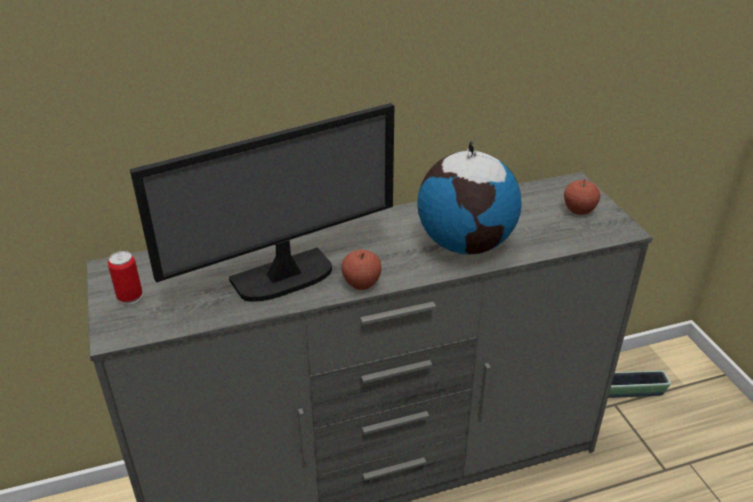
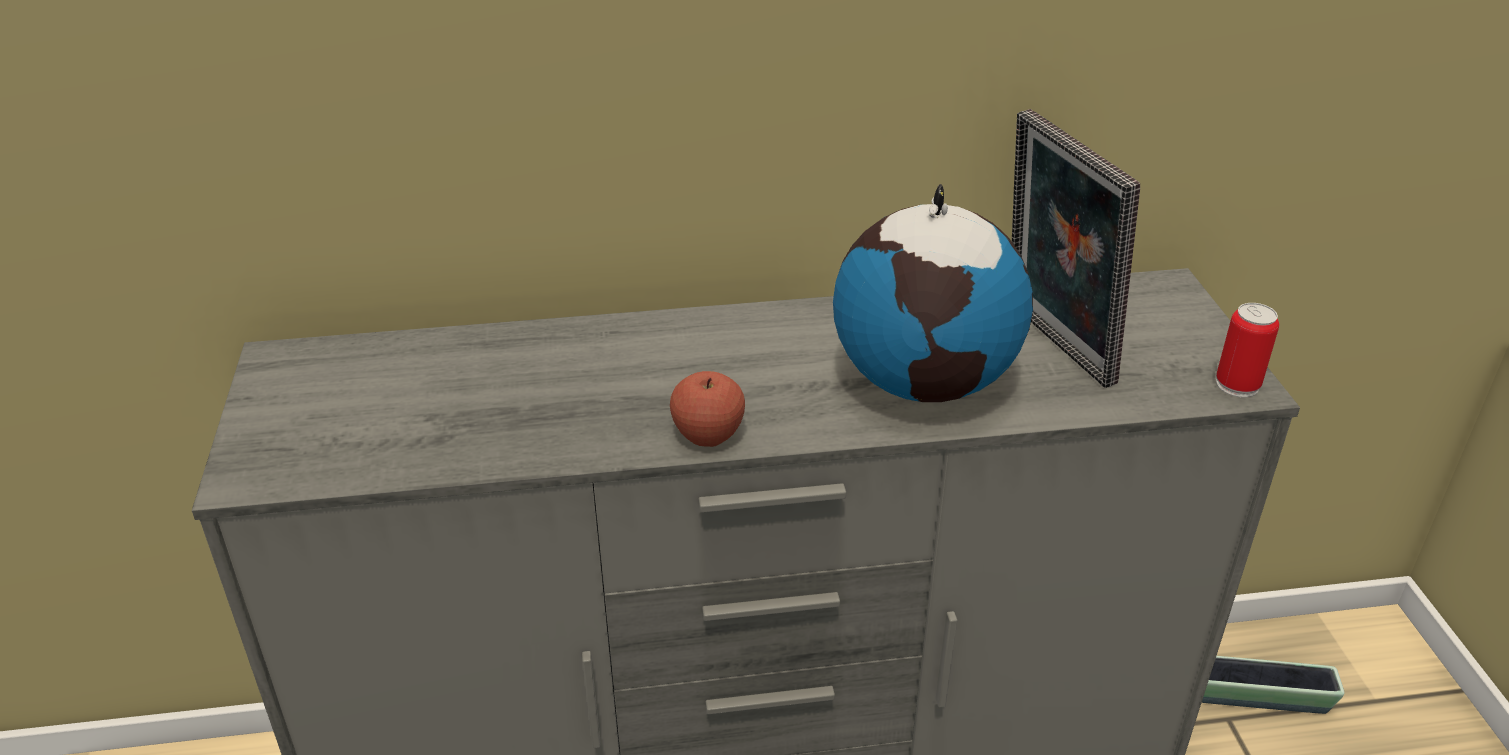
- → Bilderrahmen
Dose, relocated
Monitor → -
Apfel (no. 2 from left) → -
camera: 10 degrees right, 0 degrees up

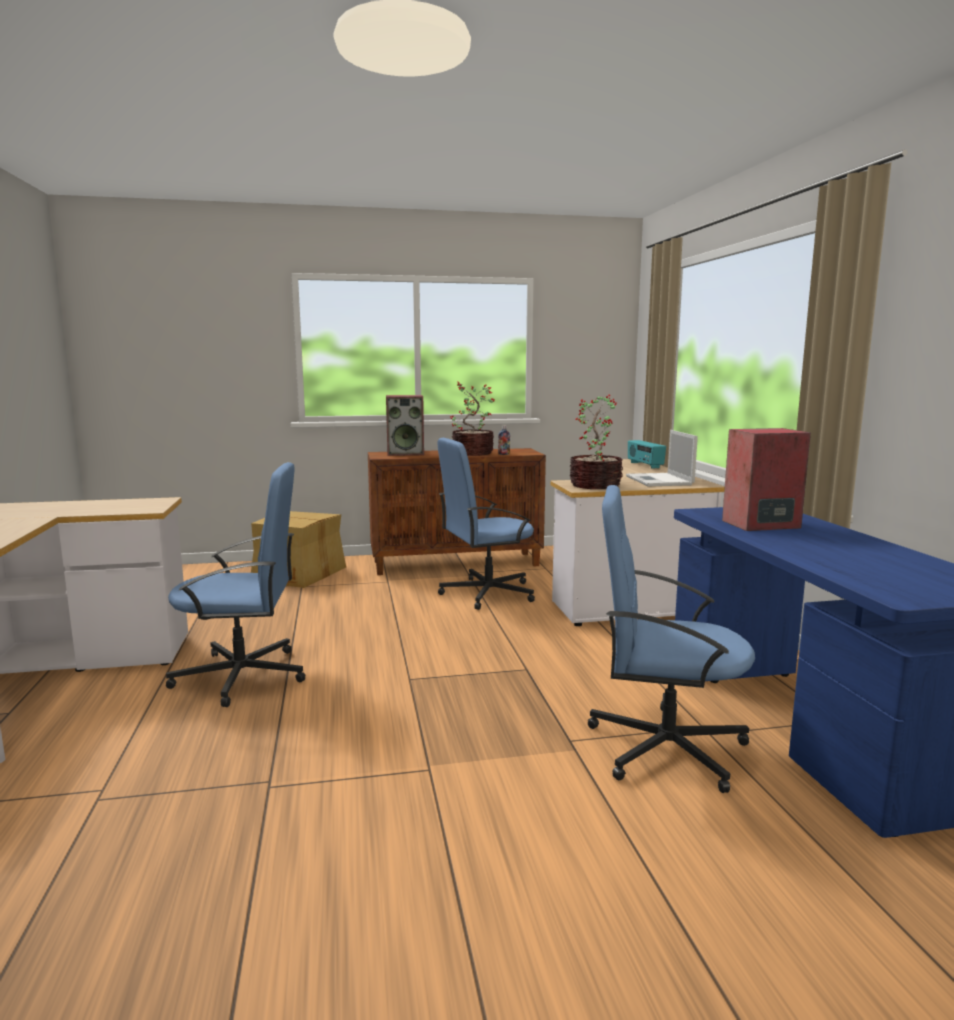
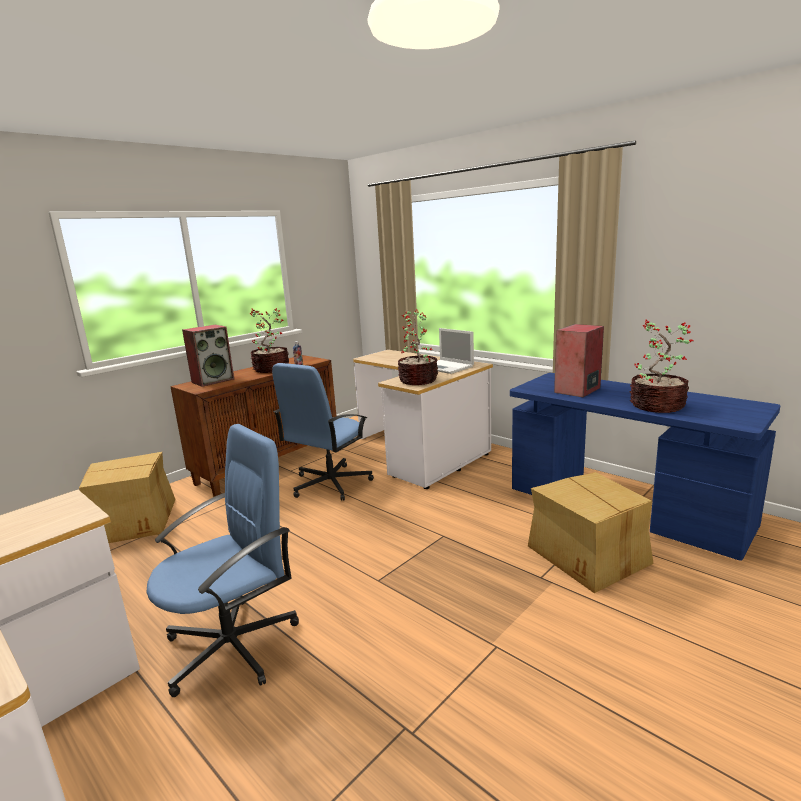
Bürostuhl/blau (no. 3 from left) → Karton (no. 2 from left)
- → Topfpflanze (no. 3 from left)
Radio → -
camera: 35 degrees left, 5 degrees up

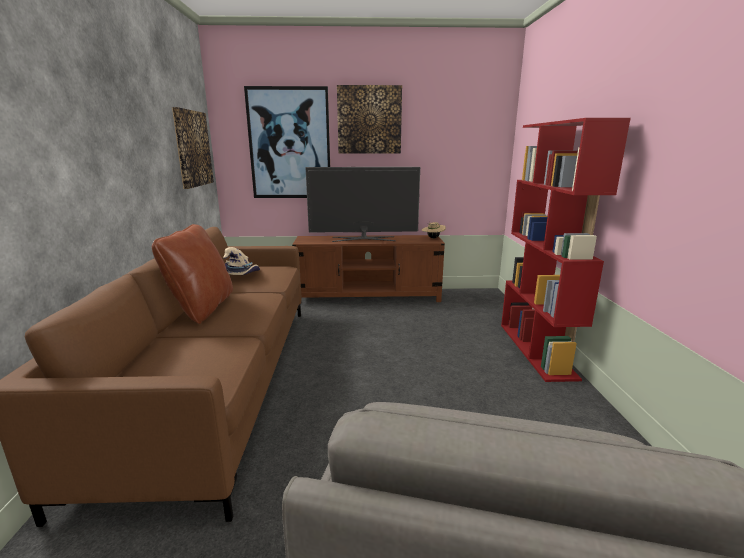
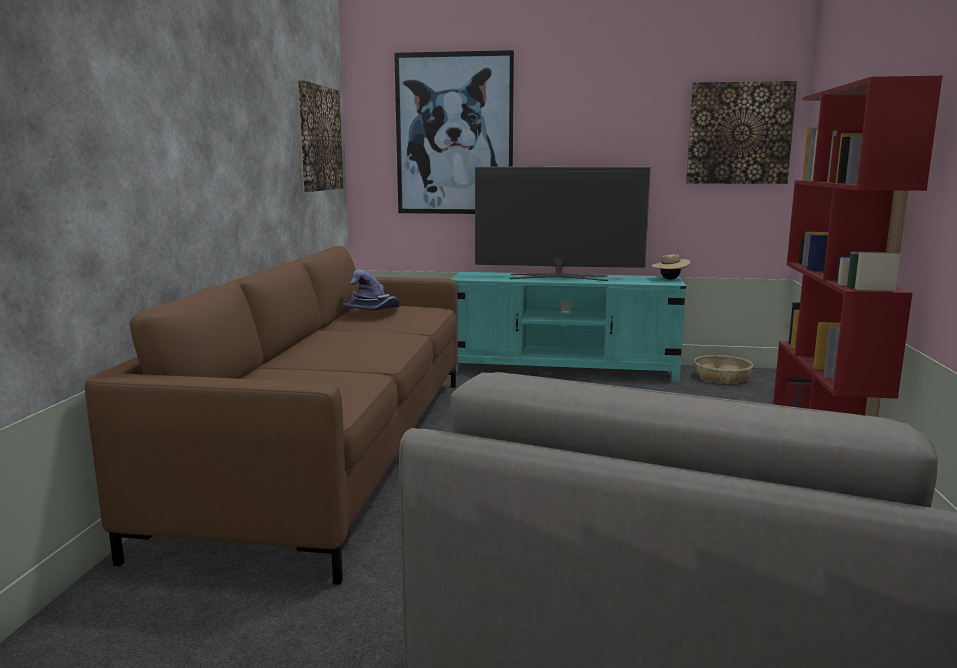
Hut/beige (no. 1 from left) → Hut/lila
Fernsehschrank/braun → Fernsehschrank/türkis
Bild (no. 3 from left), relocated
- → Korb
Kissen/braun → -
camera: 10 degrees right, 5 degrees down

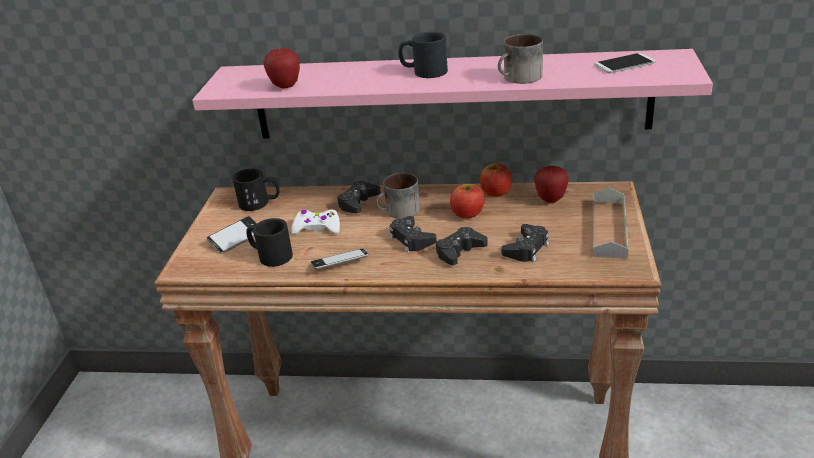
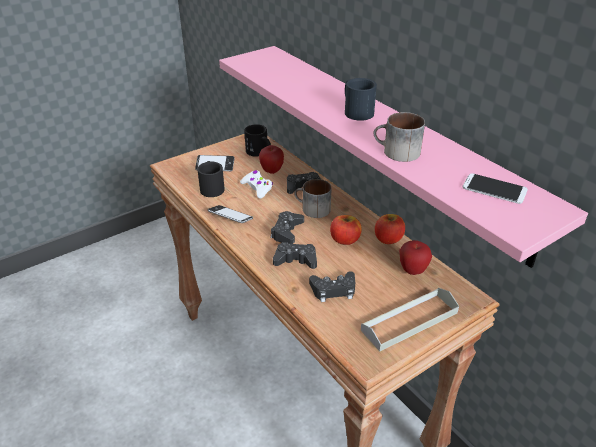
Apfel (no. 1 from left), relocated
camera: 45 degrees right, 5 degrees up

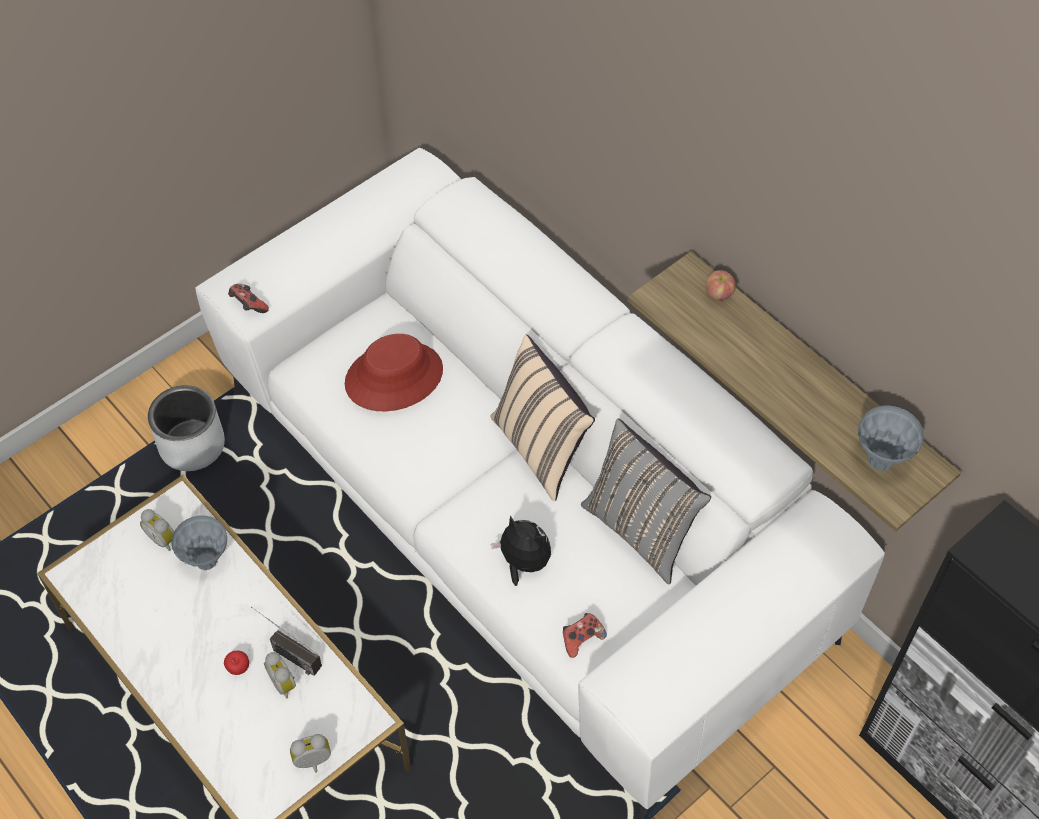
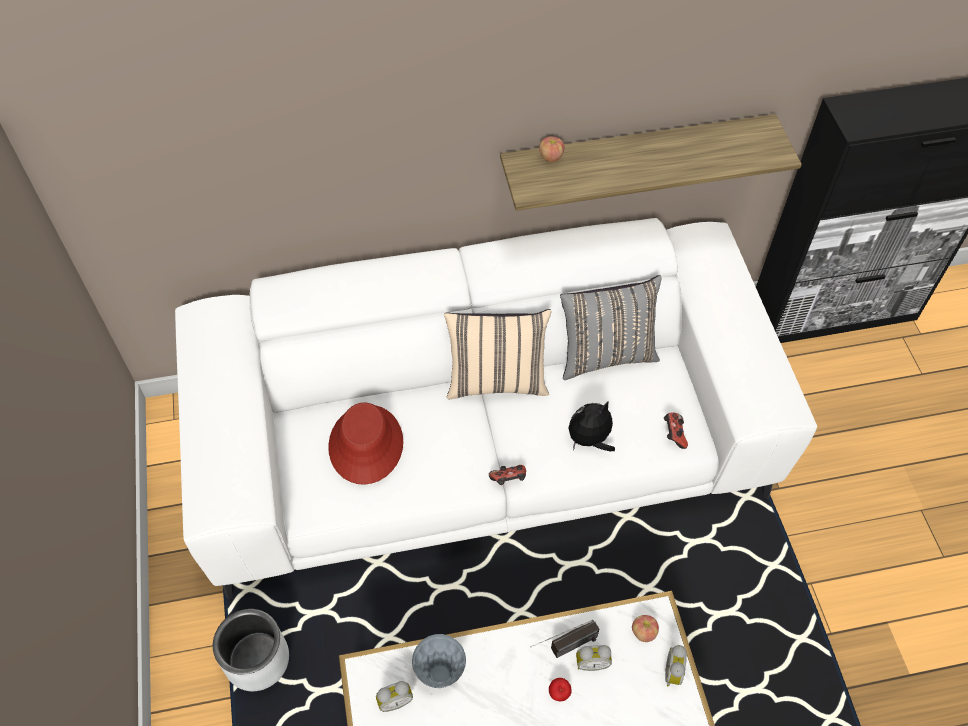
Gamepad (no. 1 from left), relocated
- → Apfel (no. 3 from left)
Vase/grau (no. 2 from left) → -
camera: 60 degrees left, 0 degrees up

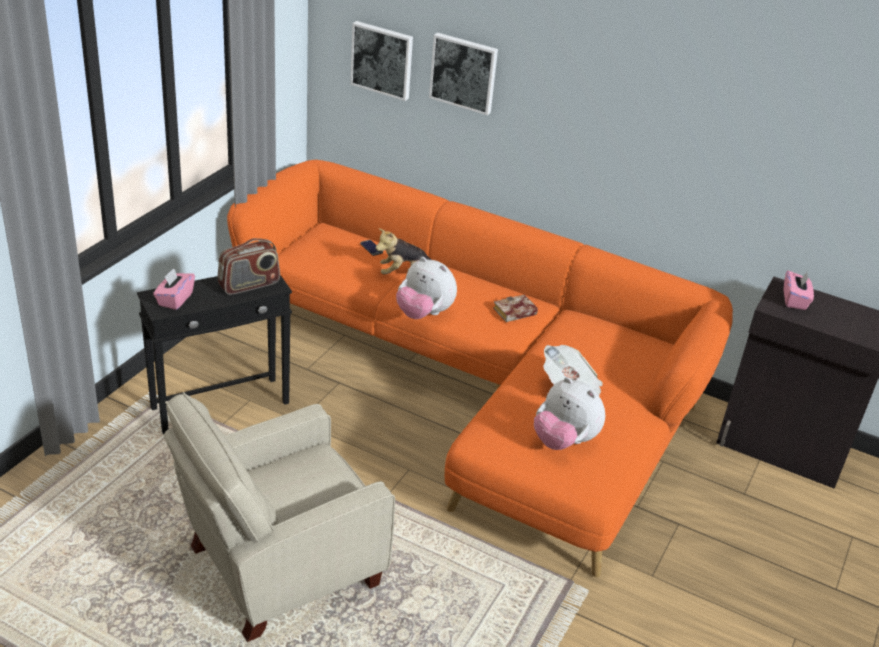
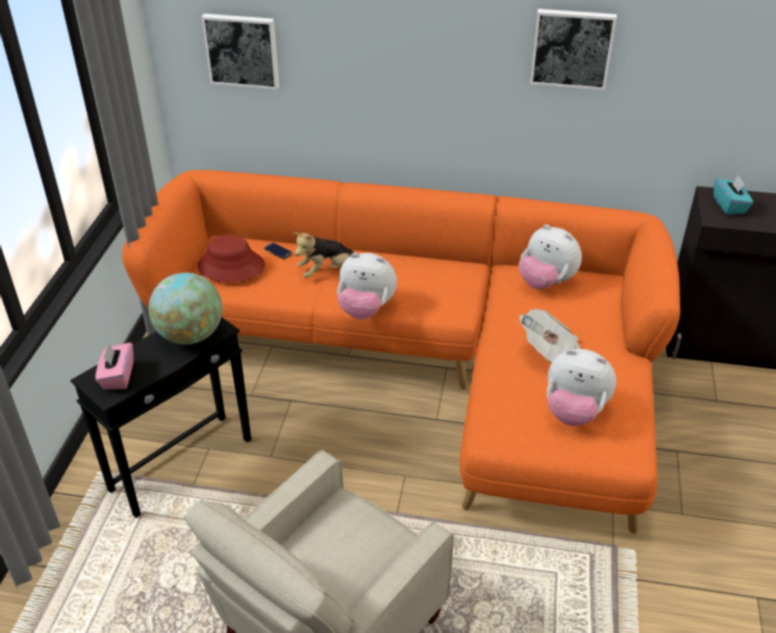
Radio → Globus
- → Hut/rot
- → Plüschtier (no. 3 from left)
Bild (no. 2 from left), relocated
Taschentuchbox/rosa (no. 2 from left) → Taschentuchbox/türkis
Buch → -
camera: 15 degrees left, 5 degrees up

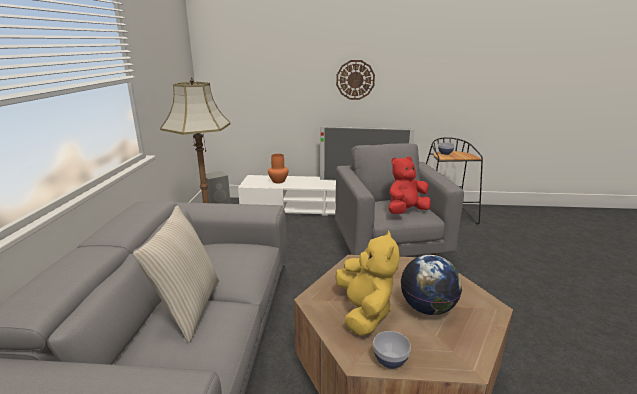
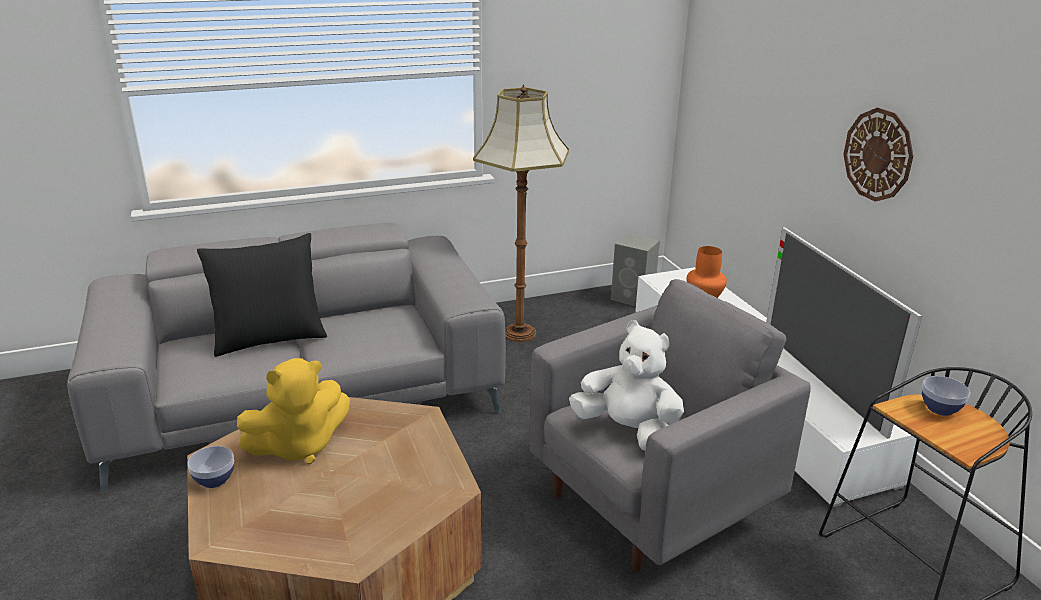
Kissen/beige → Kissen/schwarz
Plüschtier/rot → Plüschtier/weiß
Globus → -
camera: 65 degrees right, 5 degrees up

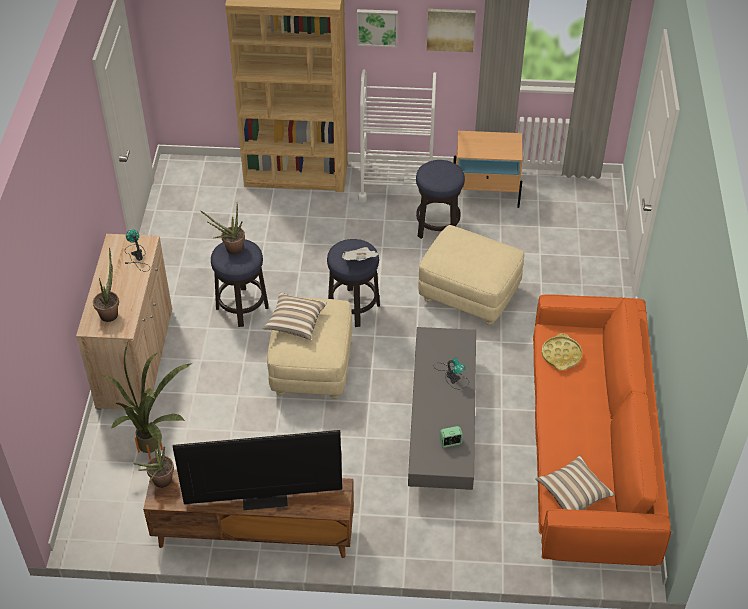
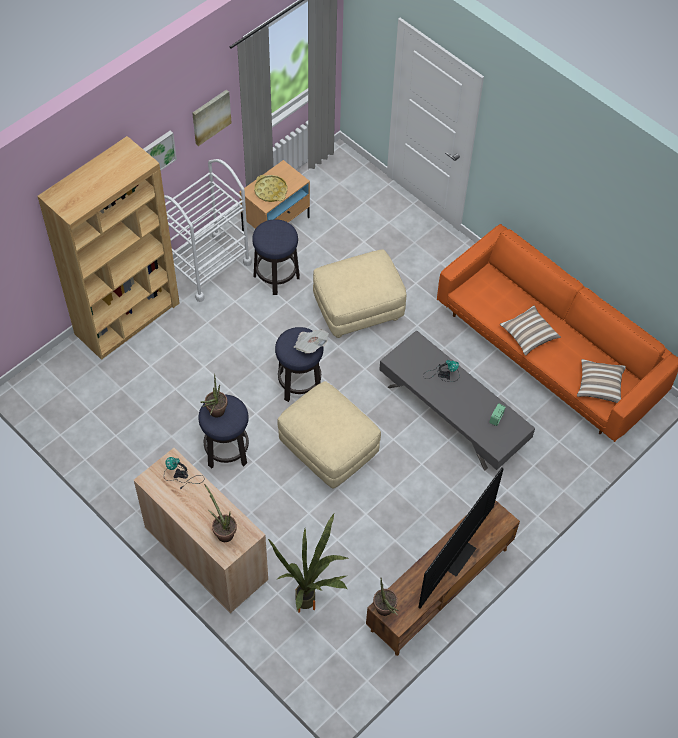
Tablett/gelb, relocated
Kissen (no. 1 from left), relocated
camera: 50 degrees left, 10 degrees up

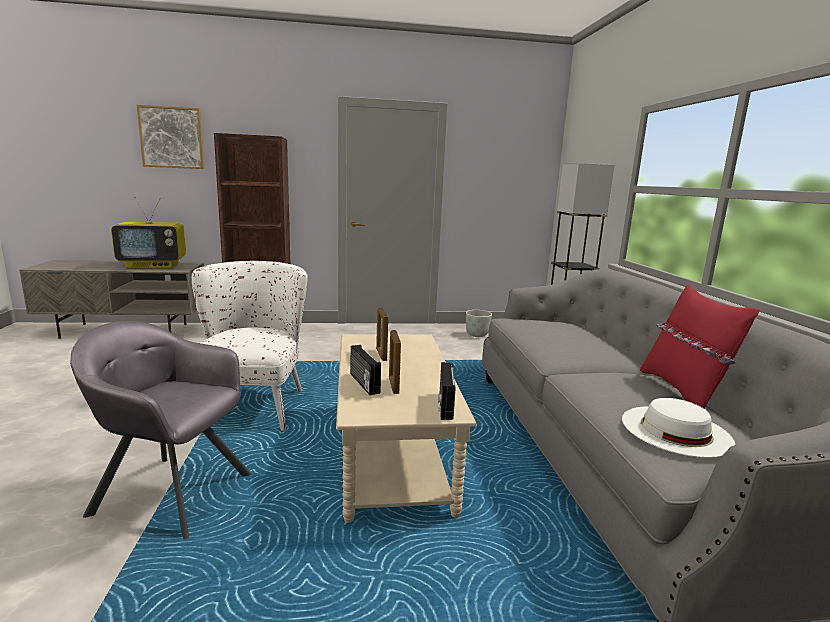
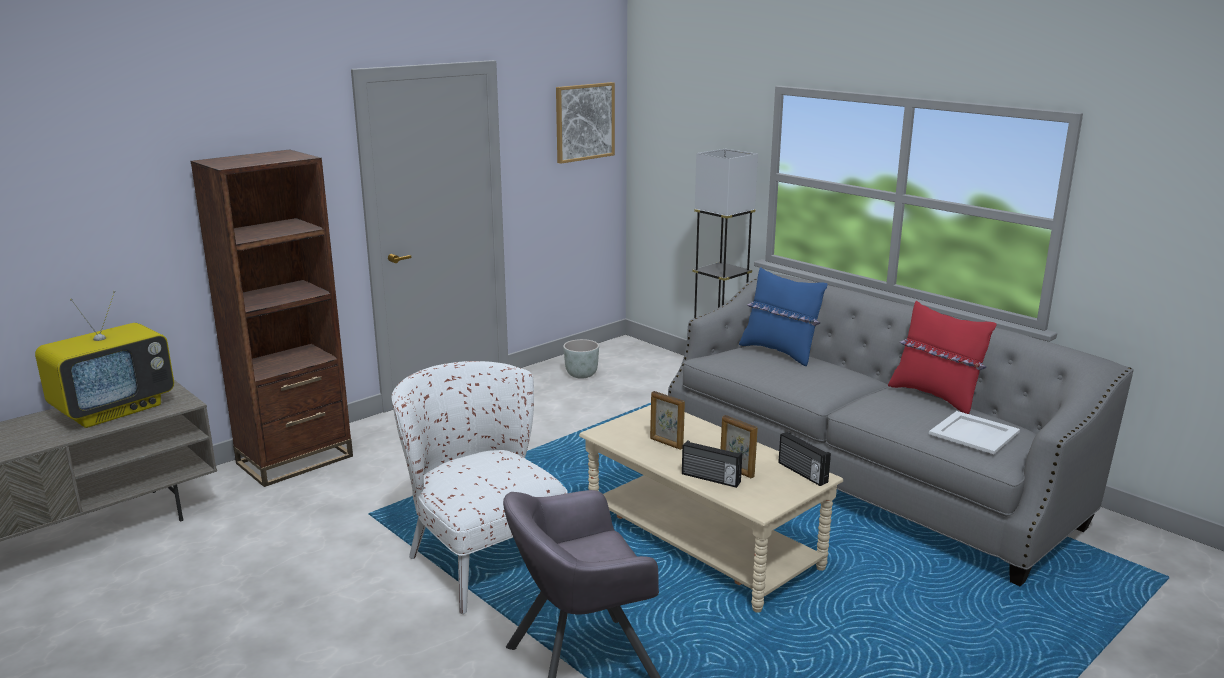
Bild, relocated
- → Kissen/blau
Hut/weiß → Tablett/weiß
camera: 35 degrees left, 5 degrees up

